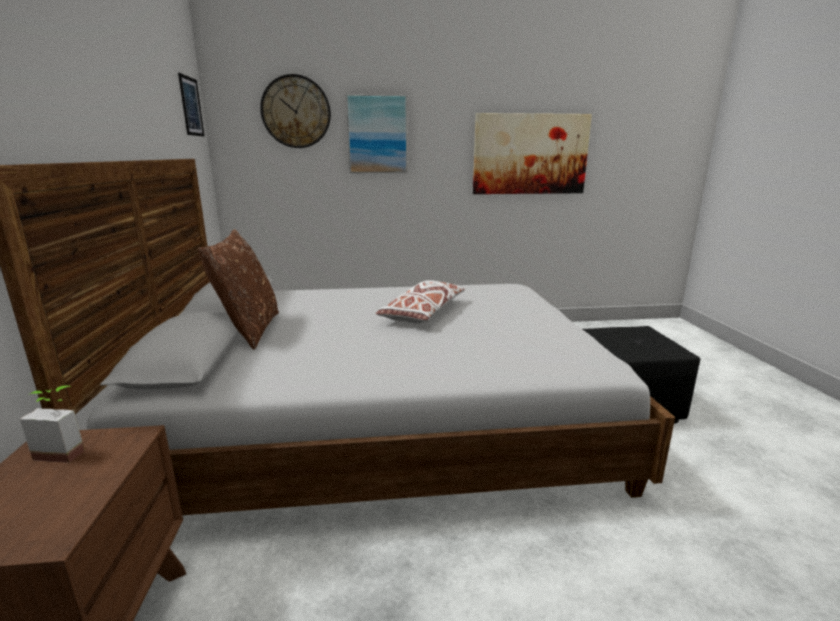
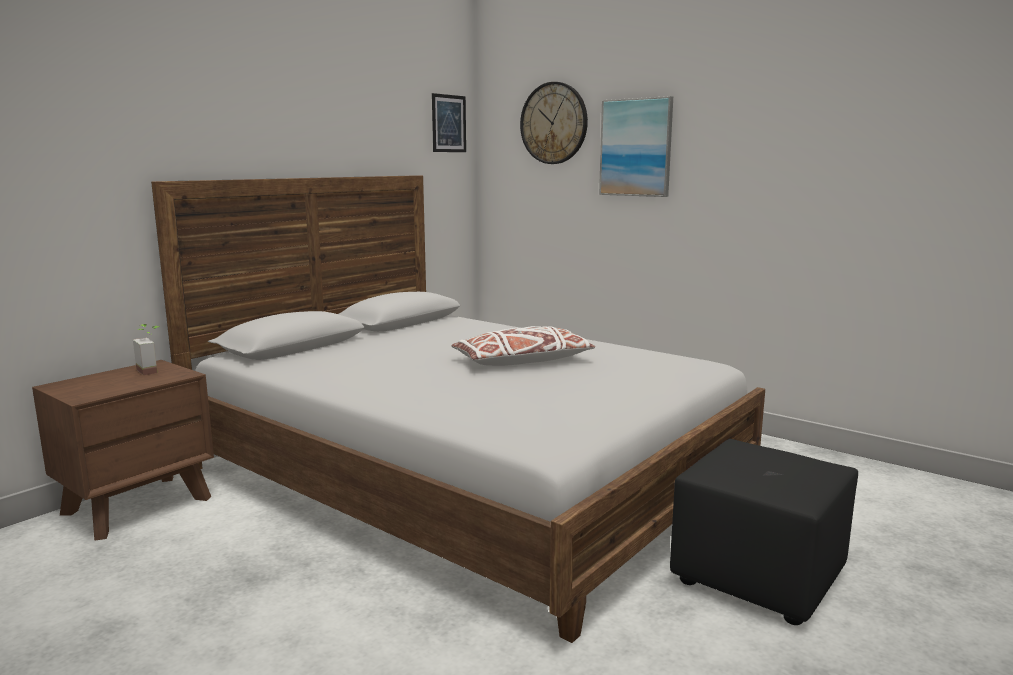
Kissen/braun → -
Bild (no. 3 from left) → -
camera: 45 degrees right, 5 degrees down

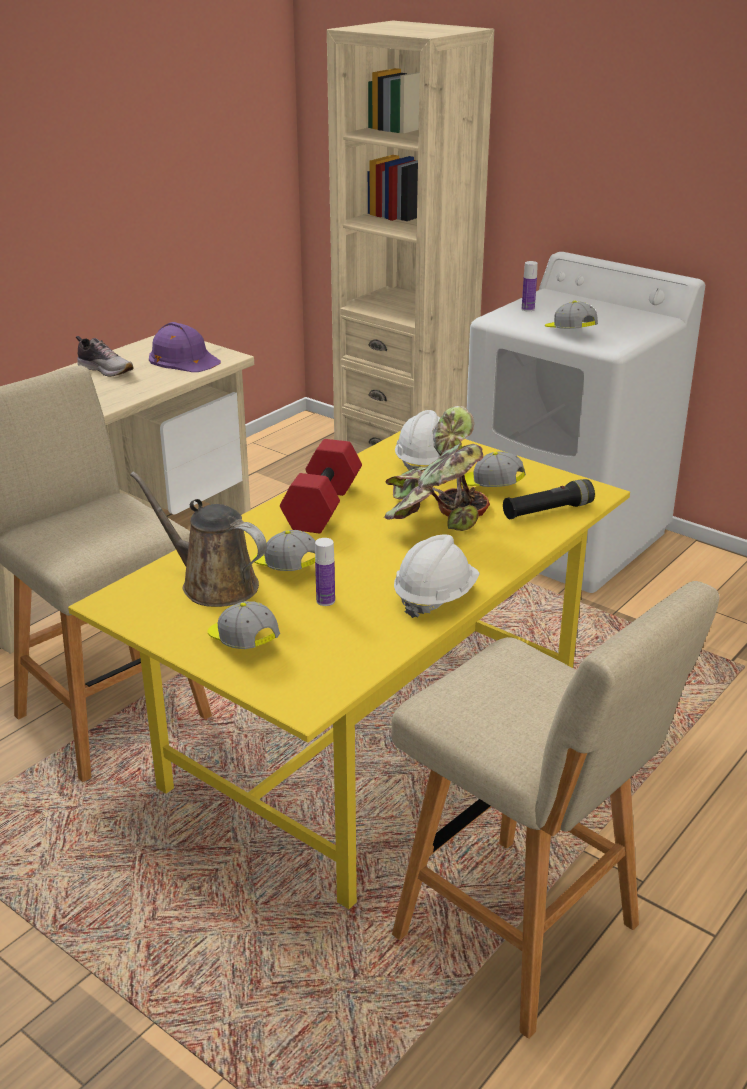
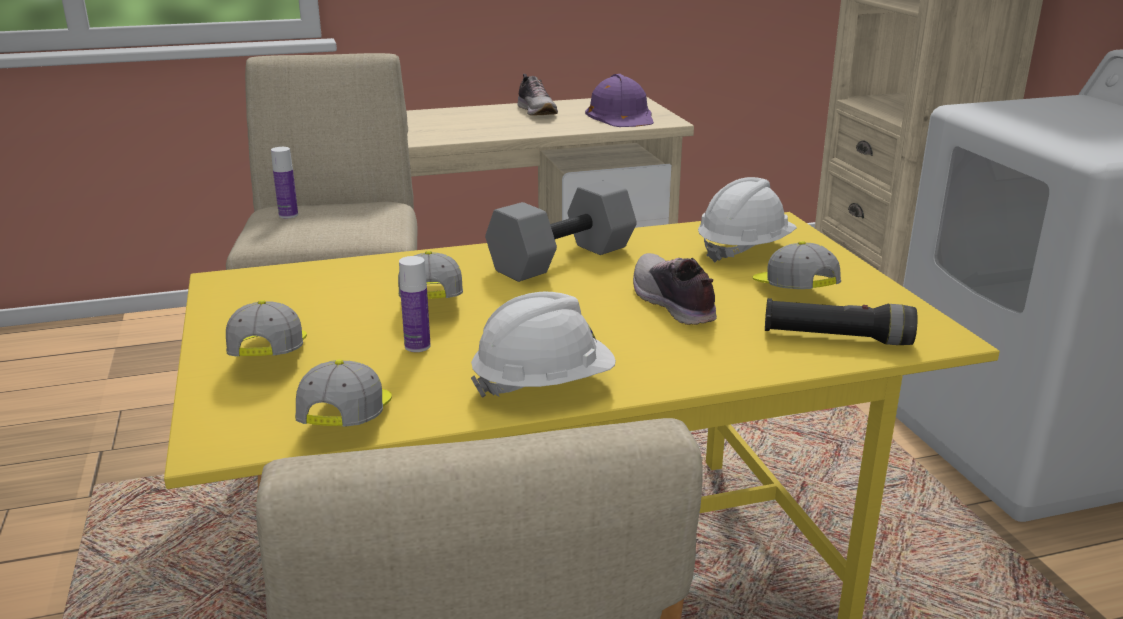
Flasche (no. 2 from left in the first image) → Flasche (no. 1 from left), relocated
Kappe (no. 4 from left in the first image) → Kappe (no. 2 from left), relocated
Hantel/rot → Hantel/grau
Topfpflanze → Schuh (no. 2 from left)
Gießkanne/braun → -
camera: 35 degrees right, 5 degrees down

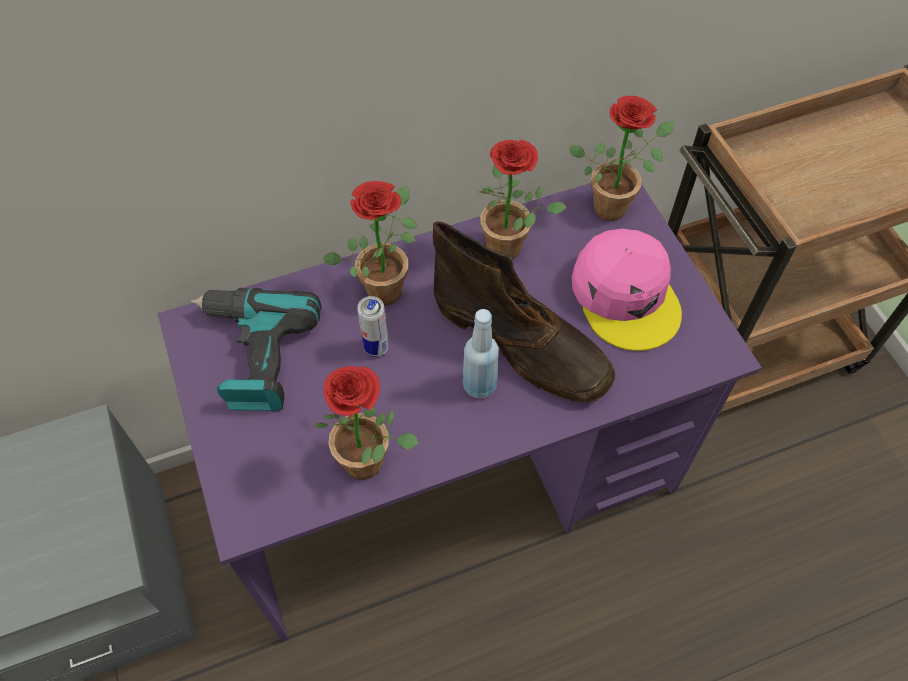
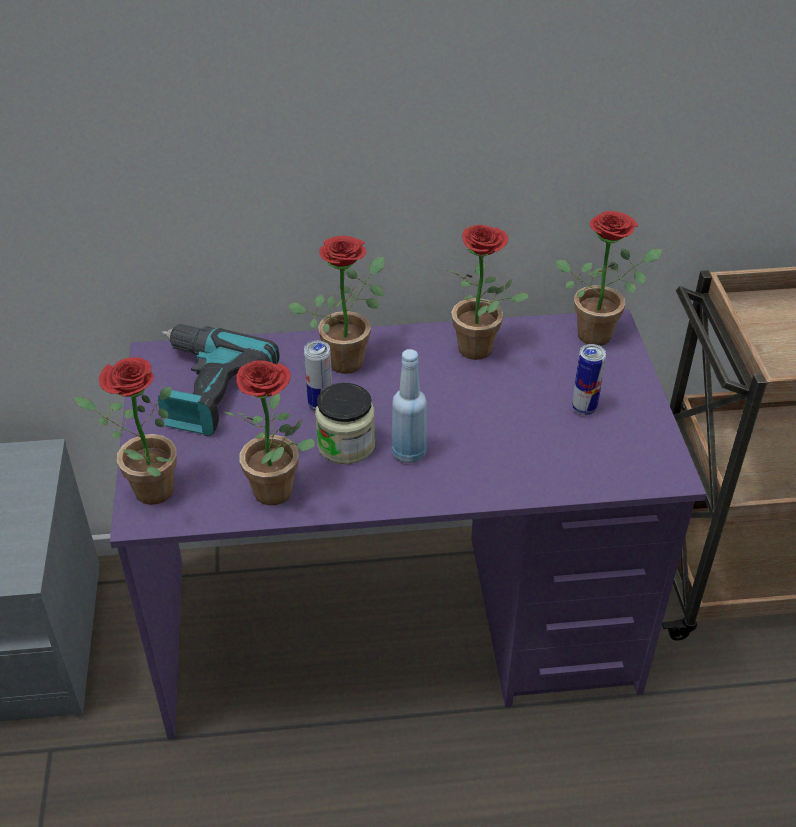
- → Topfpflanze (no. 1 from left)
- → Vorratsglas
Kappe/rosa → Dose (no. 2 from left)
Stiefel/braun → -
camera: 15 degrees right, 15 degrees down

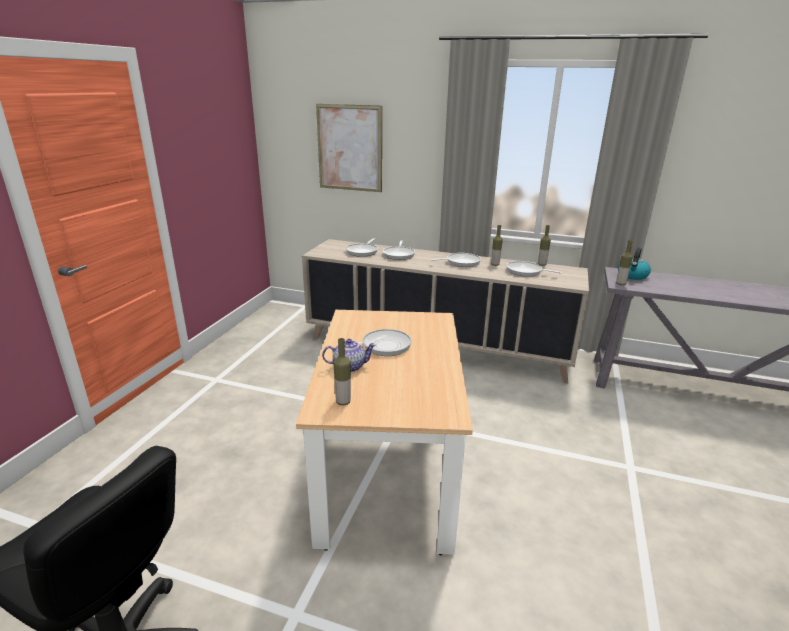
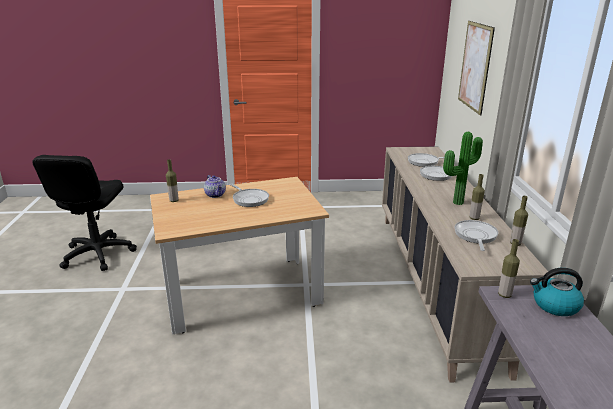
Pfanne (no. 4 from left) → Topfpflanze
camera: 70 degrees right, 0 degrees up

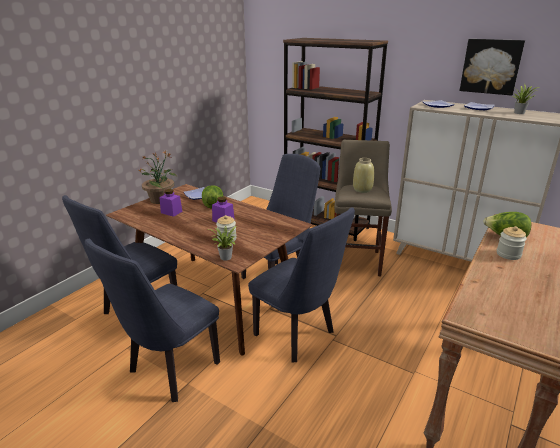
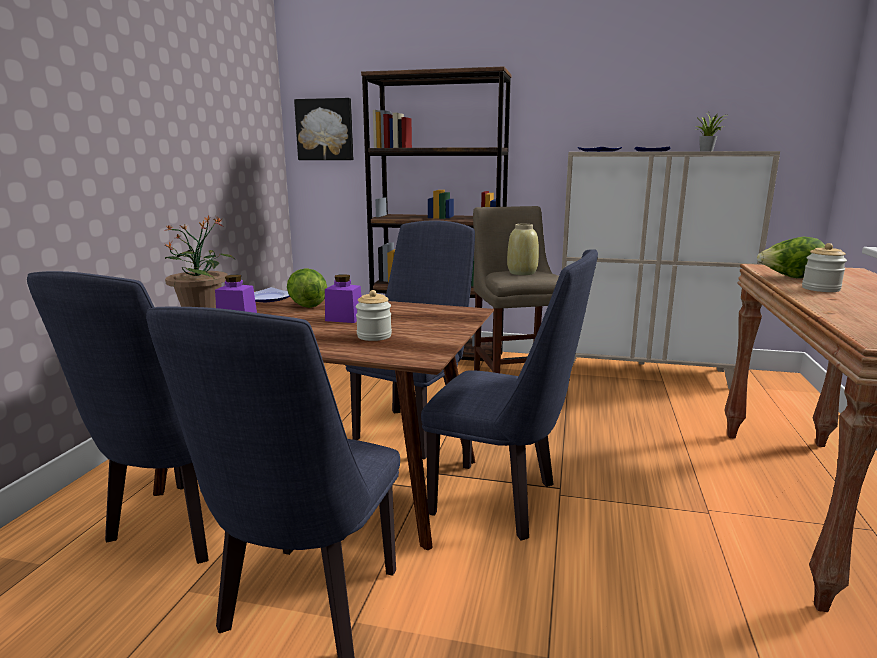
Bild, relocated
Topfpflanze (no. 2 from left) → -
camera: 20 degrees left, 10 degrees down

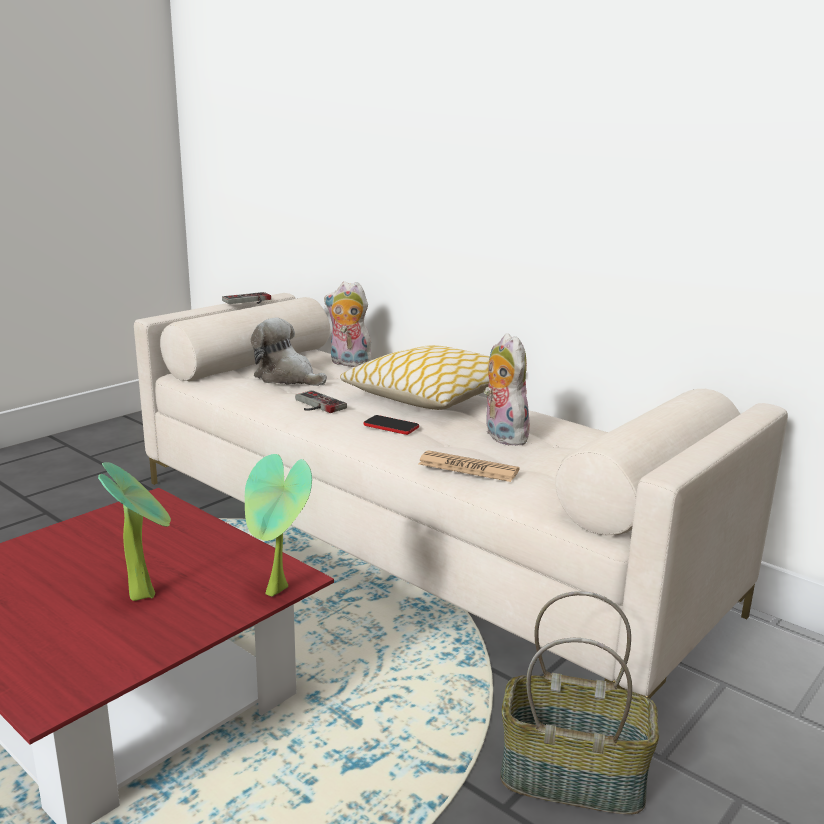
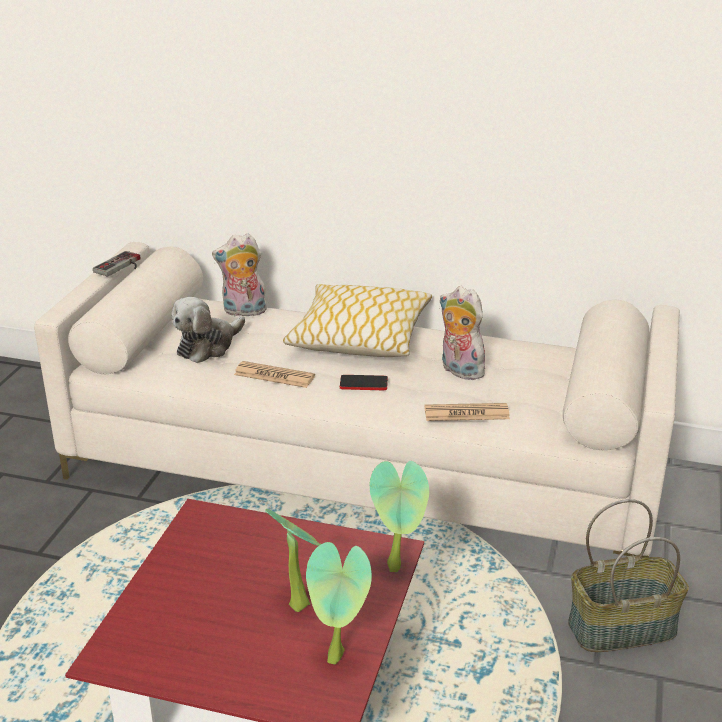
Plüschtier (no. 1 from left), 60 degrees counterclockwise
Gamepad (no. 2 from left) → Zeitung (no. 1 from left)
- → Topfpflanze (no. 2 from left)
camera: 25 degrees left, 10 degrees up

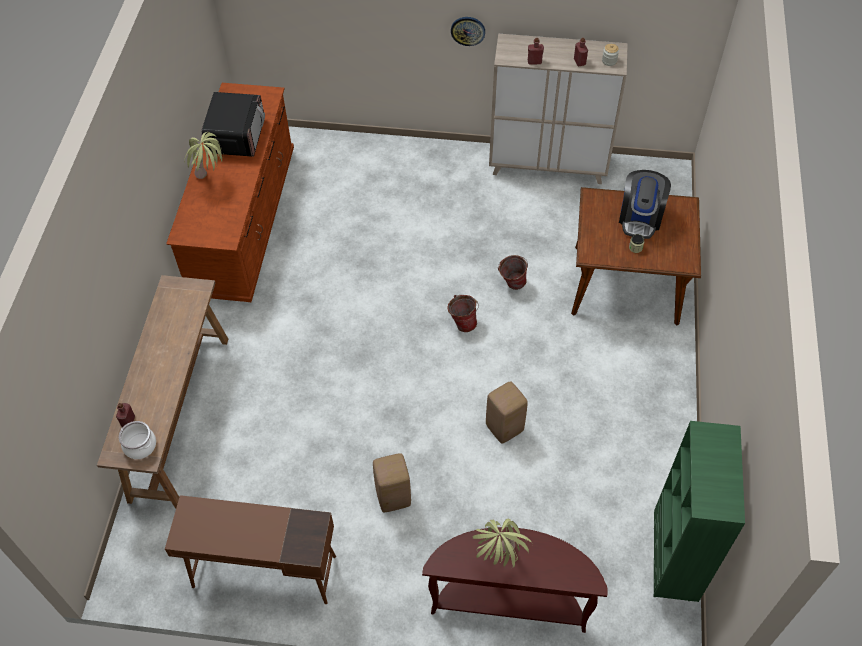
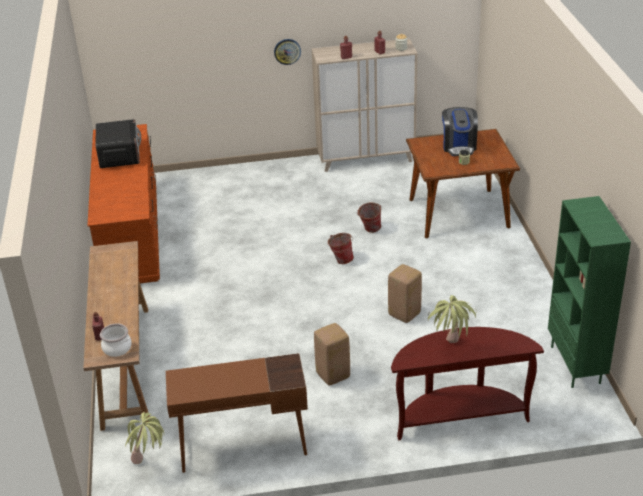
Topfpflanze (no. 1 from left), relocated
camera: 15 degrees left, 20 degrees down

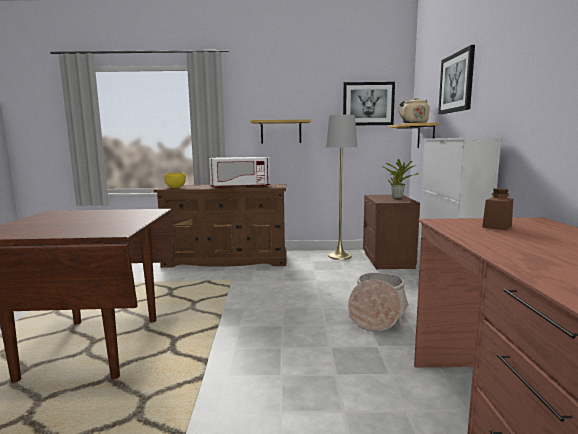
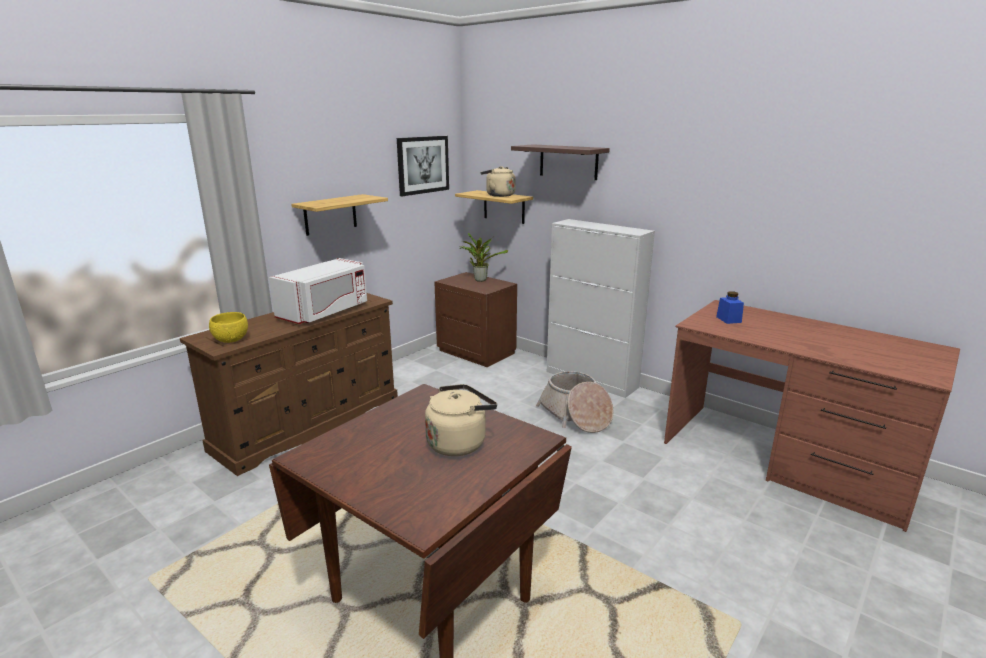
- → Wasserkessel/beige (no. 1 from left)
Bild (no. 2 from left) → Wandregal (no. 3 from left)
Vorratsglas/braun → Vorratsglas/blau
Stehlampe/grau → -
camera: 50 degrees left, 10 degrees up

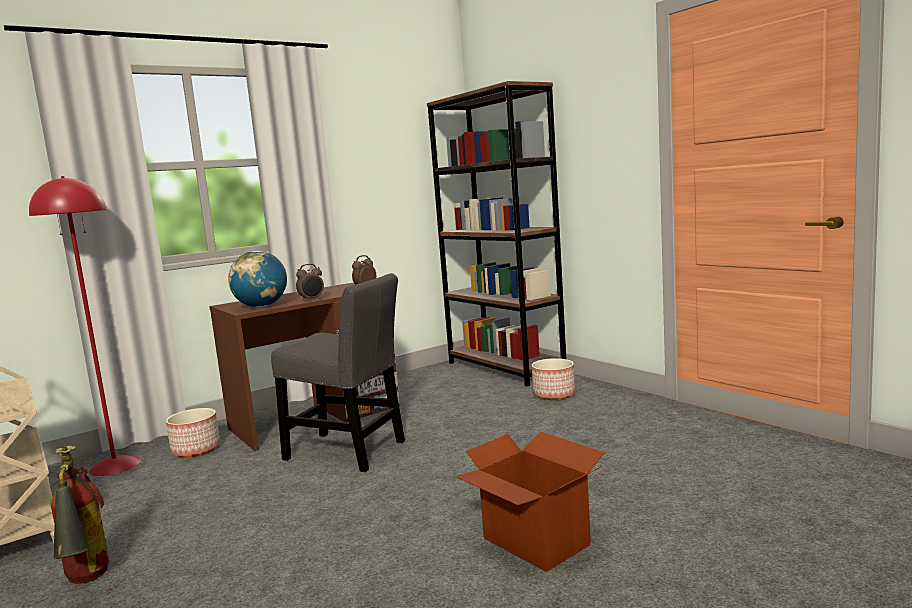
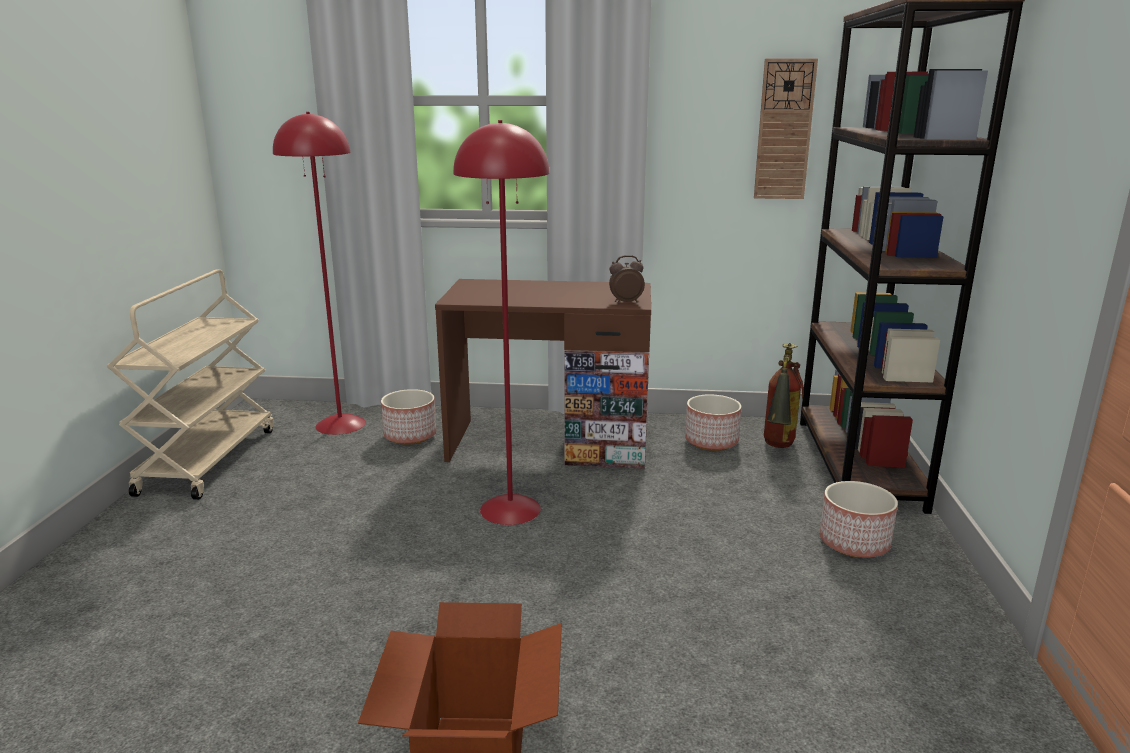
Stuhl/grau → Stehlampe/rot (no. 2 from left)
- → Pflanzkübel (no. 2 from left)
- → Wanduhr
Feuerlöscher, relocated
Globus → -
Wecker (no. 1 from left) → -
camera: 40 degrees right, 10 degrees up

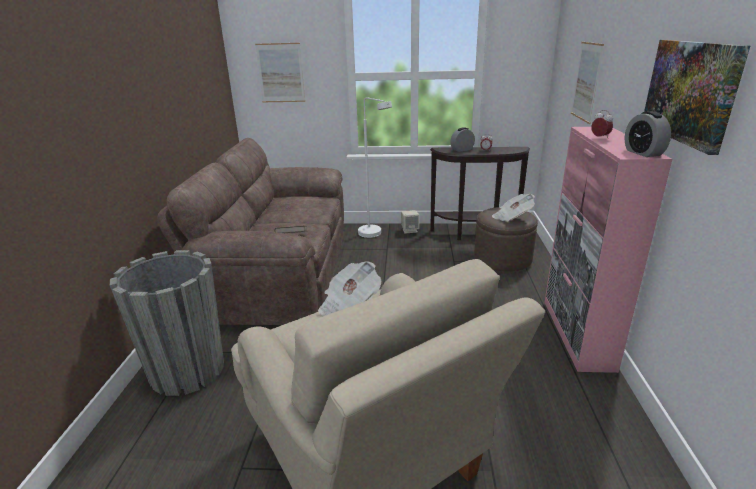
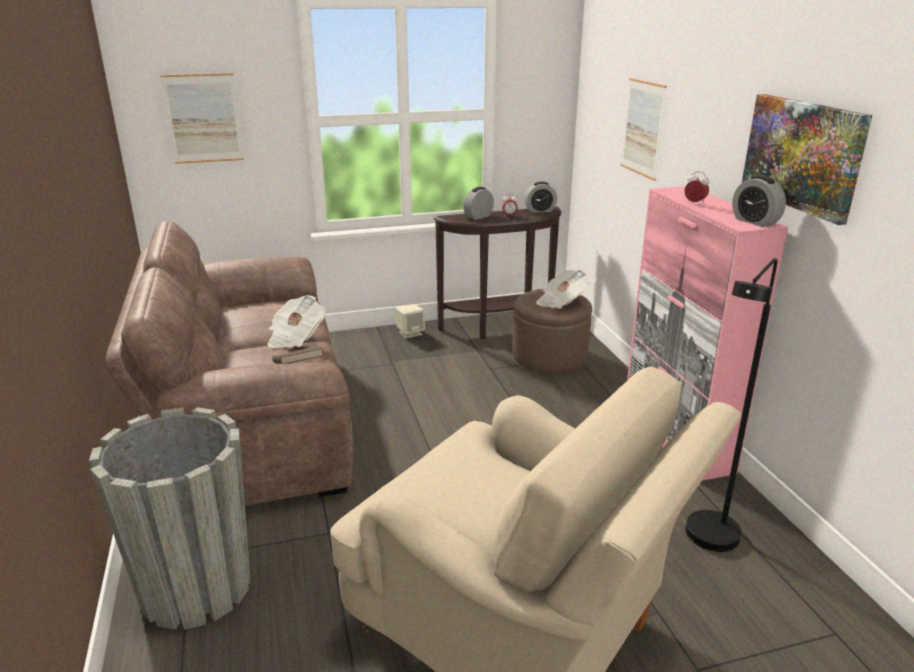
Zeitung (no. 1 from left), relocated
- → Wecker (no. 3 from left)
- → Stehlampe/schwarz
Stehlampe/weiß → -
camera: 20 degrees left, 0 degrees up

